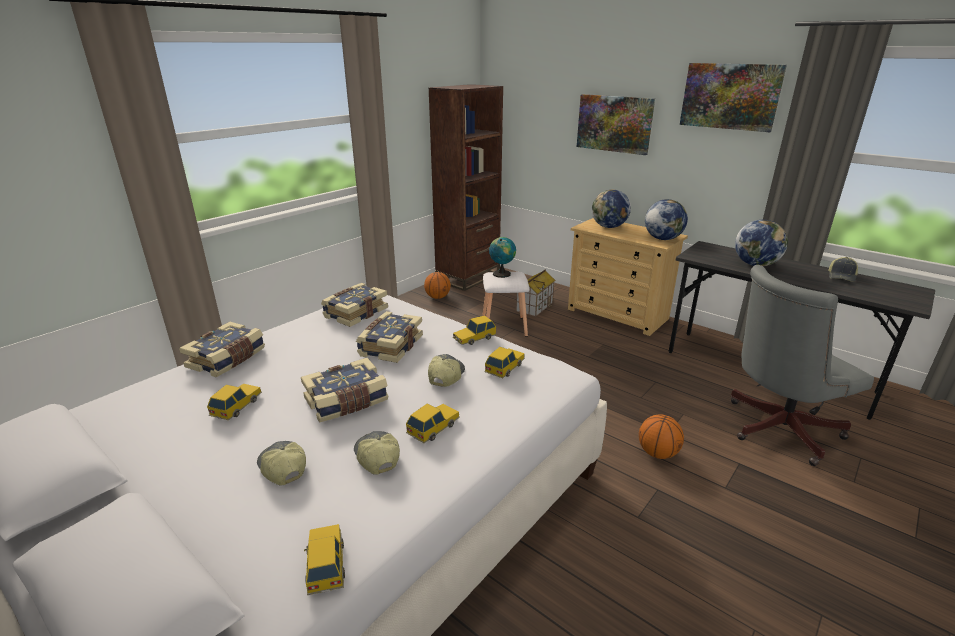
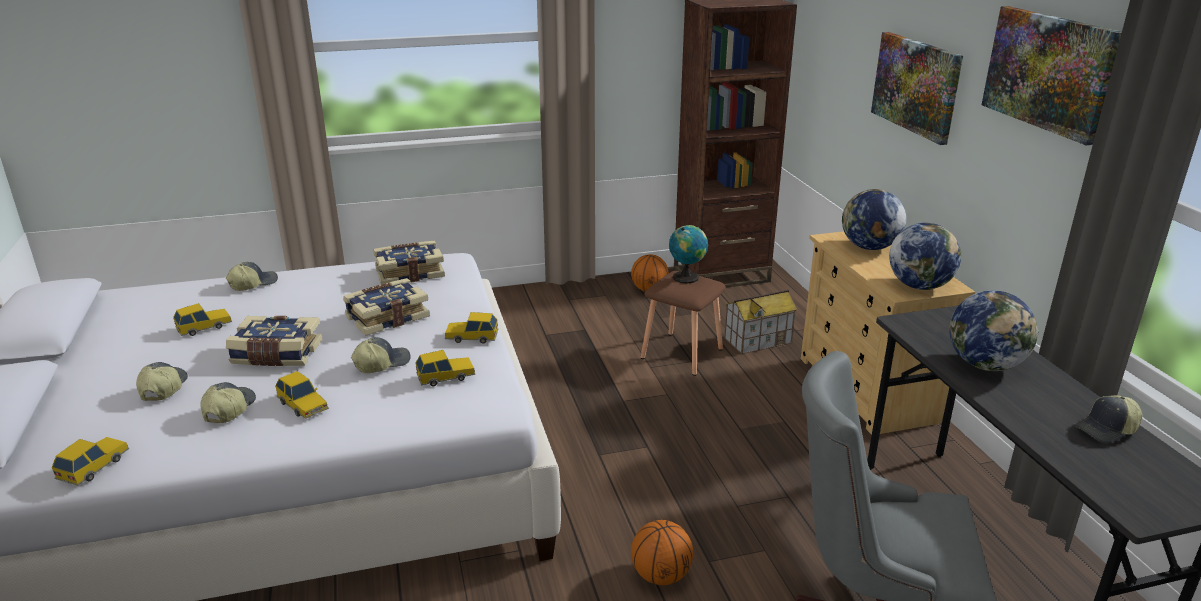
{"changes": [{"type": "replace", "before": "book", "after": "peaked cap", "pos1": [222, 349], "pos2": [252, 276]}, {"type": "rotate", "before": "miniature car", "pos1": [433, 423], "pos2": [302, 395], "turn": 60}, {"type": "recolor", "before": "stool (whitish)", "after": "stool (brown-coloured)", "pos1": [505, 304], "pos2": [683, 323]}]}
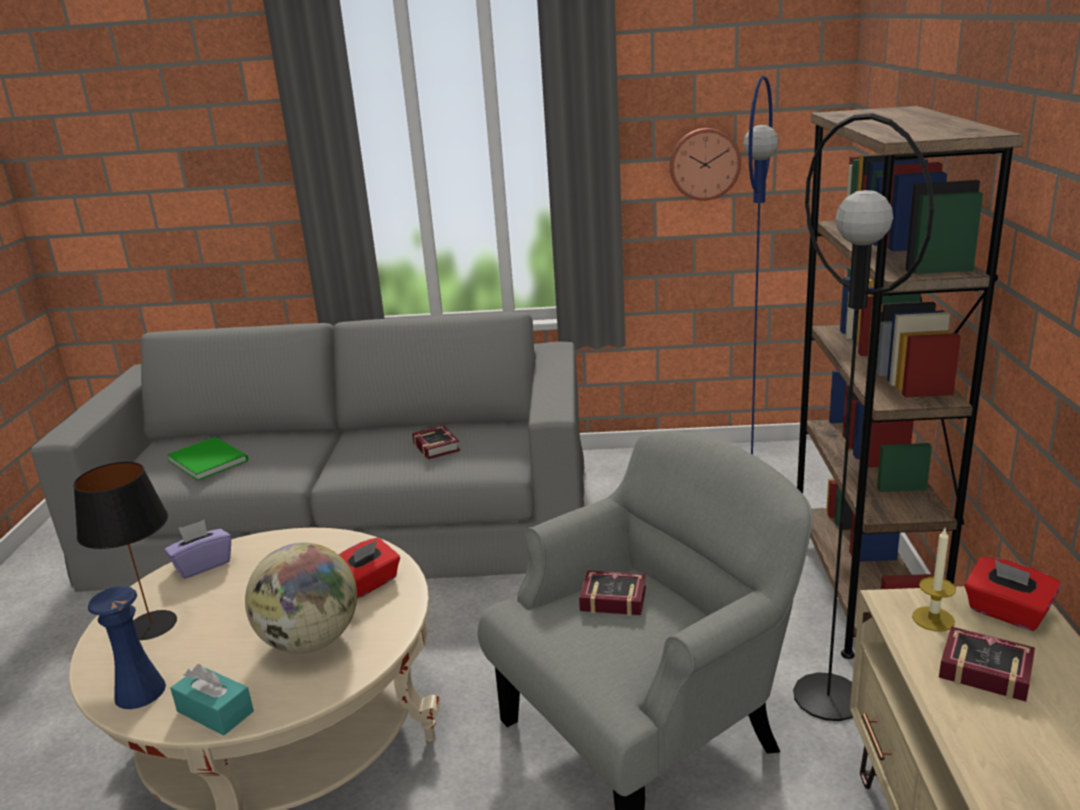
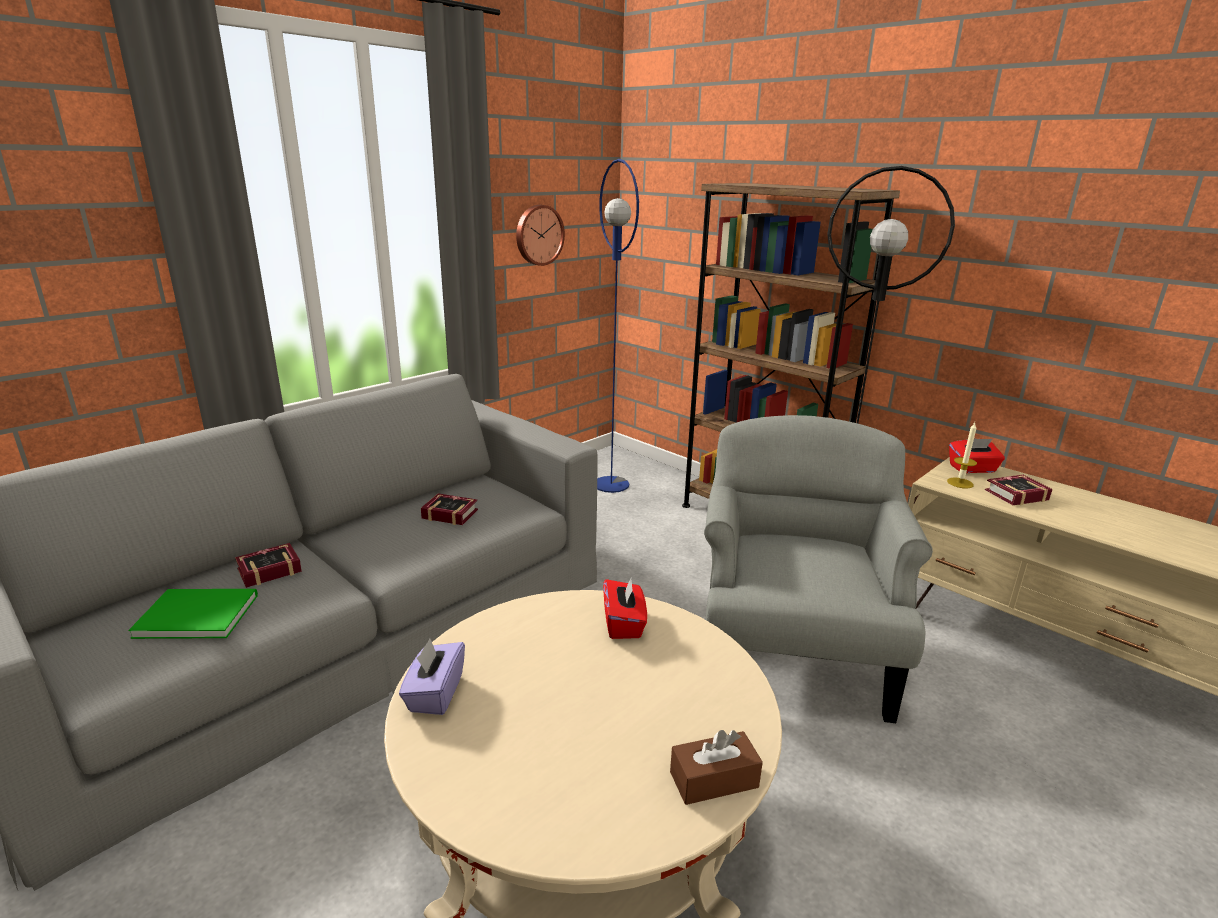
{"changes": [{"type": "move", "before": "book", "pos1": [612, 593], "pos2": [268, 565]}, {"type": "recolor", "before": "tissue holder (turquoise)", "after": "tissue holder (brown-coloured)", "pos1": [212, 699], "pos2": [716, 767]}, {"type": "delete", "before": "table lamp (black)", "pos1": [125, 551]}, {"type": "delete", "before": "vase (bluish)", "pos1": [127, 647]}, {"type": "delete", "before": "desk globe", "pos1": [301, 598]}]}
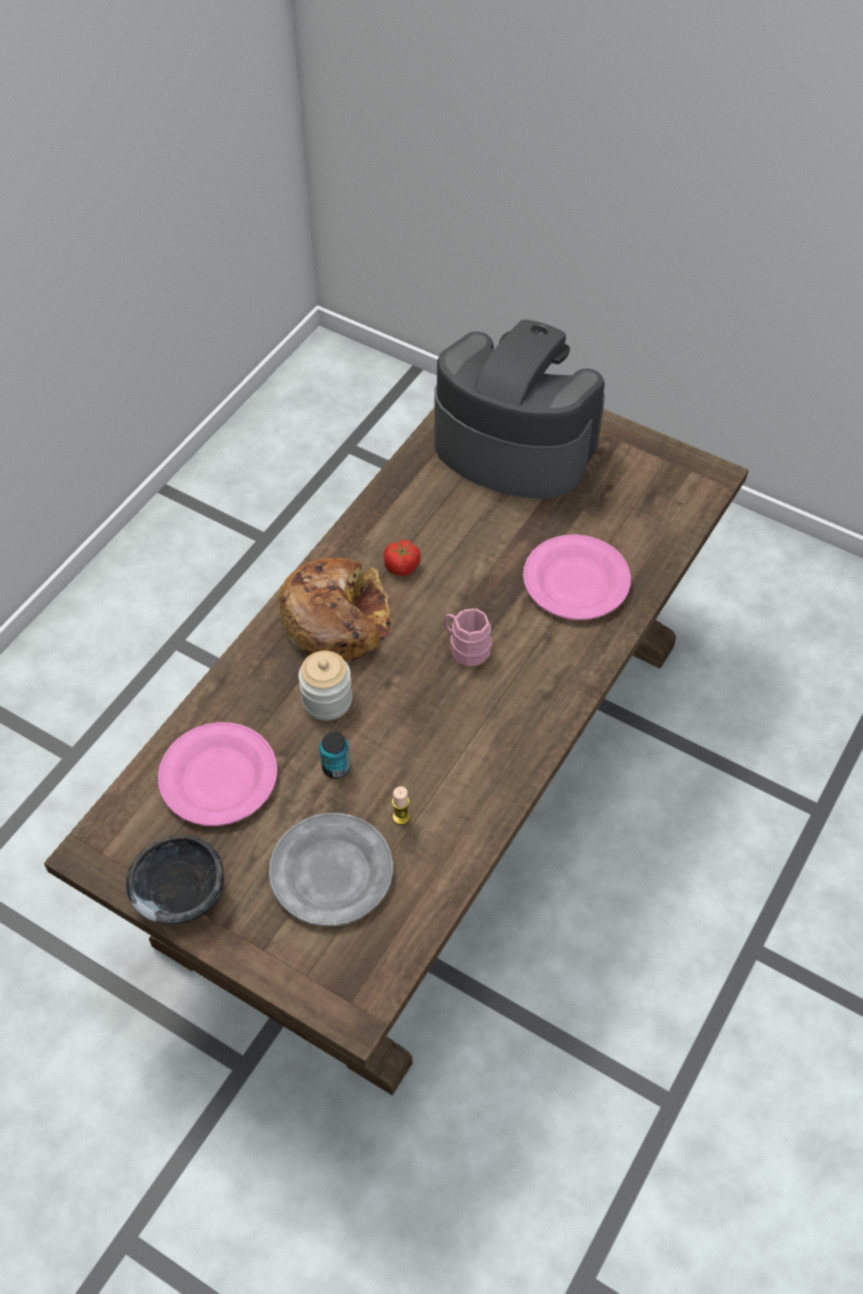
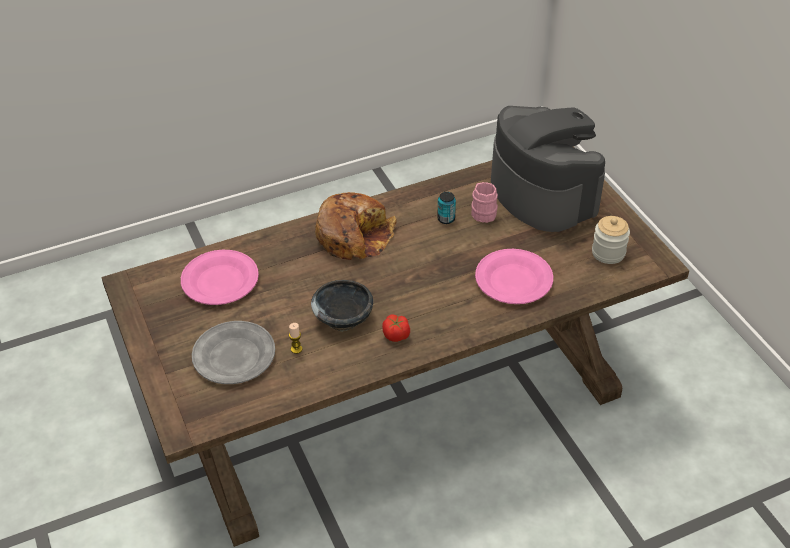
{"changes": [{"type": "move", "before": "serving bowl (black)", "pos1": [175, 880], "pos2": [342, 306]}, {"type": "move", "before": "tomato", "pos1": [402, 558], "pos2": [396, 328]}, {"type": "move", "before": "sealed can", "pos1": [335, 755], "pos2": [446, 208]}, {"type": "move", "before": "tea mug (pink-coloured)", "pos1": [468, 637], "pos2": [484, 202]}, {"type": "move", "before": "storage jar", "pos1": [325, 686], "pos2": [611, 240]}]}
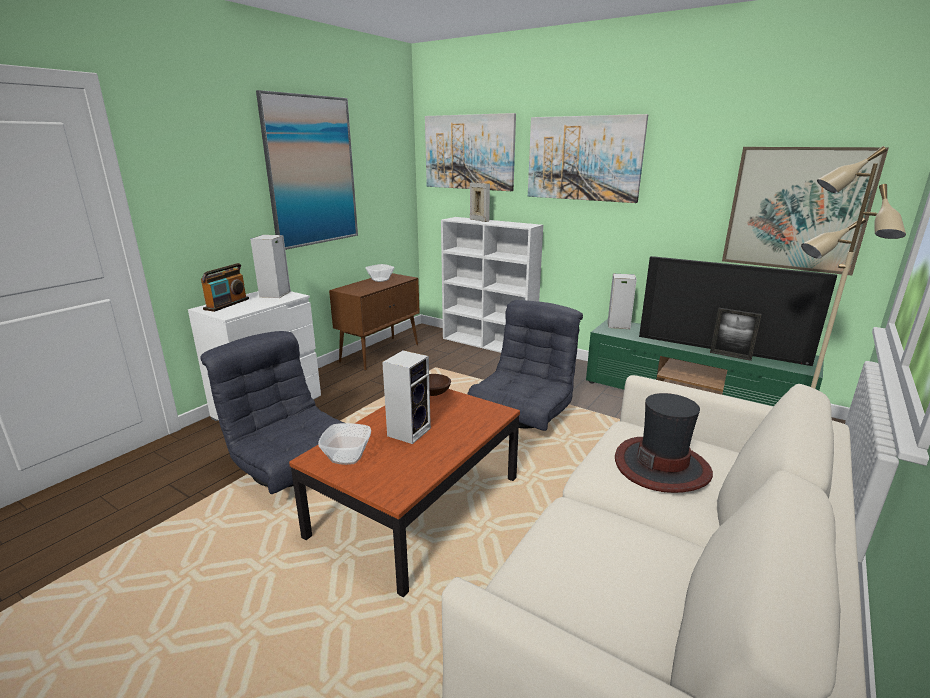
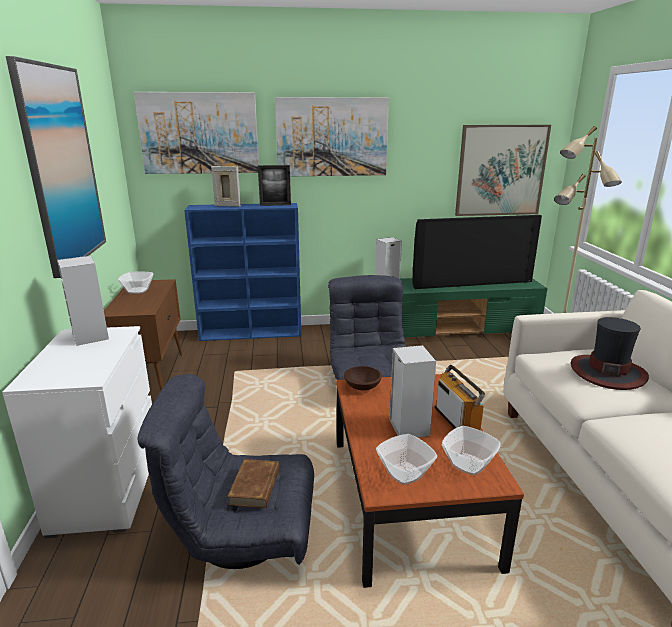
{"changes": [{"type": "recolor", "before": "shelving unit (whitish)", "after": "shelving unit (bluish)", "pos1": [492, 285], "pos2": [242, 272]}, {"type": "insert", "after": "book (brown-coloured)", "pos2": [253, 483]}, {"type": "move", "before": "standing frame", "pos1": [736, 334], "pos2": [274, 185]}, {"type": "move", "before": "radio", "pos1": [225, 287], "pos2": [460, 398]}, {"type": "insert", "after": "serving bowl", "pos2": [471, 450]}]}
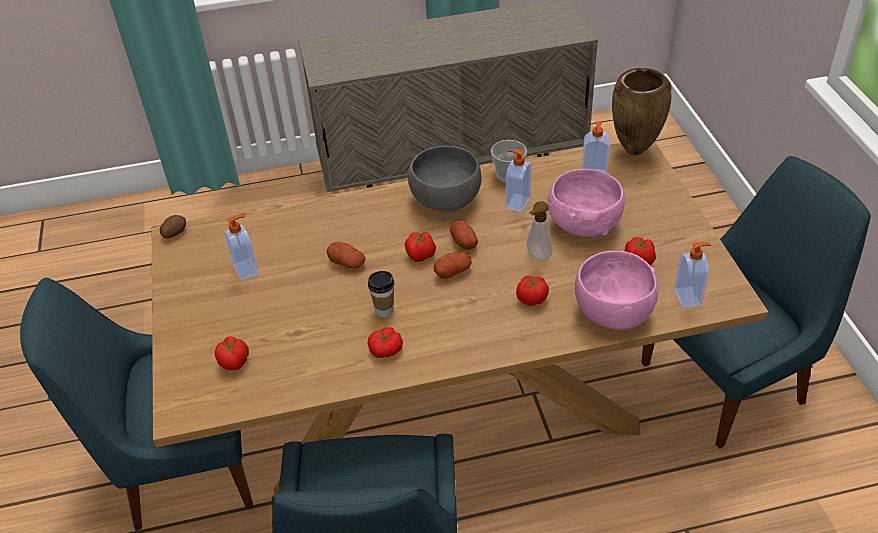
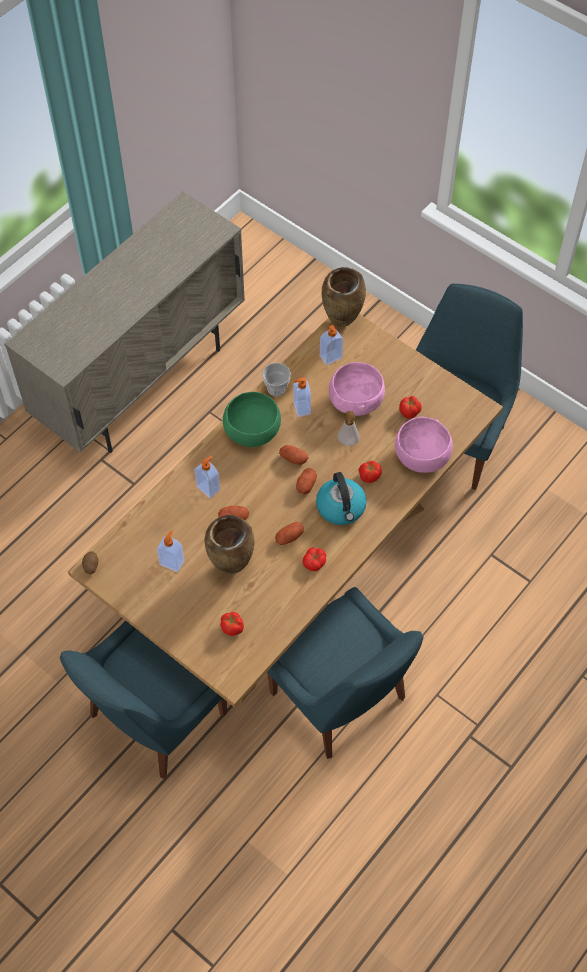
{"changes": [{"type": "move", "before": "soap bottle", "pos1": [692, 275], "pos2": [207, 477]}, {"type": "insert", "after": "vase (brown-coloured)", "pos2": [229, 544]}, {"type": "recolor", "before": "serving bowl (grey)", "after": "serving bowl (green)", "pos1": [445, 179], "pos2": [252, 419]}, {"type": "replace", "before": "cup", "after": "spud", "pos1": [381, 294], "pos2": [289, 533]}, {"type": "insert", "after": "water kettle", "pos2": [341, 498]}, {"type": "delete", "before": "tomato", "pos1": [420, 247]}]}
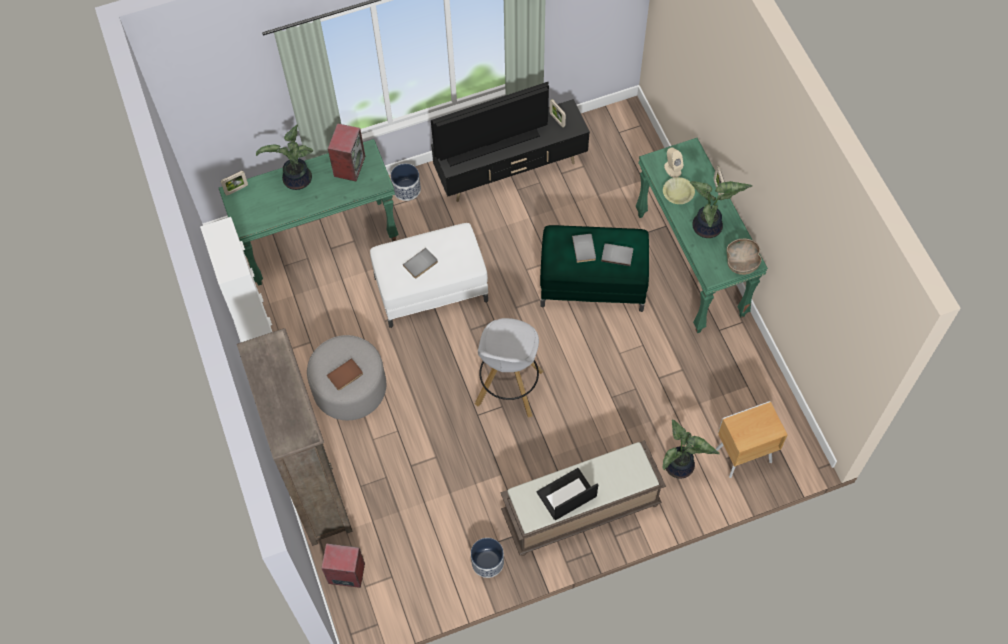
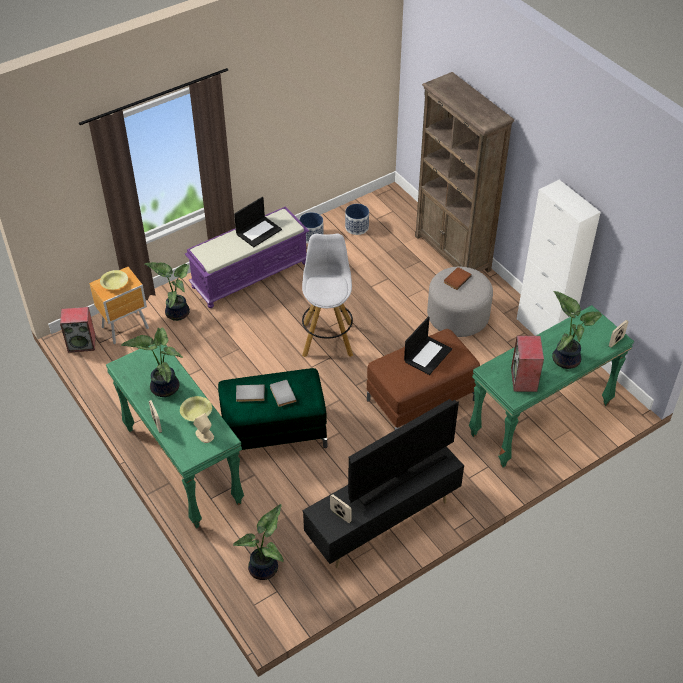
{"changes": [{"type": "move", "before": "speaker", "pos1": [343, 566], "pos2": [78, 330]}, {"type": "insert", "after": "serving bowl (yellowish)", "pos2": [114, 280]}, {"type": "recolor", "before": "bench (brown-coloured)", "after": "bench (purple-coloured)", "pos1": [583, 498], "pos2": [247, 257]}, {"type": "insert", "after": "houseplant", "pos2": [258, 542]}, {"type": "move", "before": "plant pot", "pos1": [406, 182], "pos2": [357, 219]}, {"type": "recolor", "before": "pouffe (whitish)", "after": "pouffe (brown-coloured)", "pos1": [429, 275], "pos2": [423, 379]}, {"type": "replace", "before": "book (grey)", "after": "laptop", "pos1": [420, 263], "pos2": [428, 345]}, {"type": "delete", "before": "serving bowl (brown-coloured)", "pos1": [744, 257]}]}
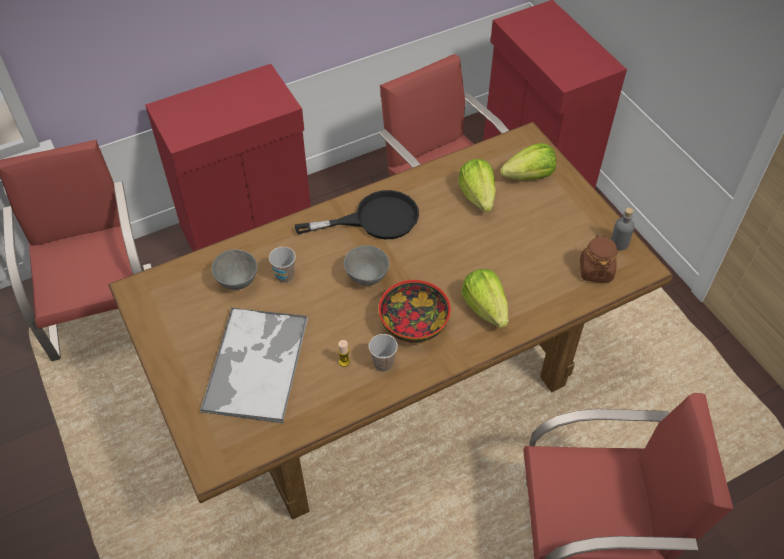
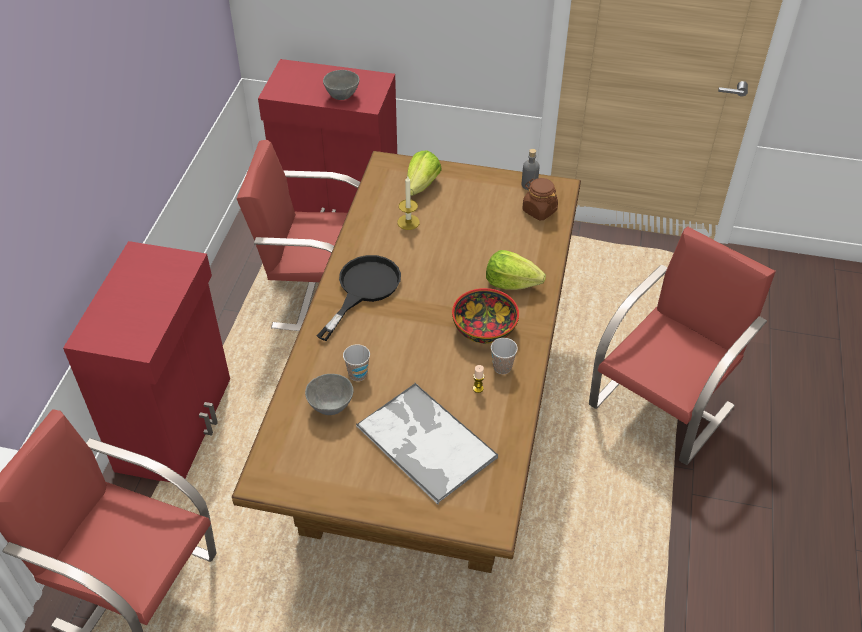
{"changes": [{"type": "move", "before": "serving bowl (grey)", "pos1": [367, 265], "pos2": [341, 85]}, {"type": "replace", "before": "lettuce head", "after": "candle", "pos1": [477, 185], "pos2": [408, 203]}]}
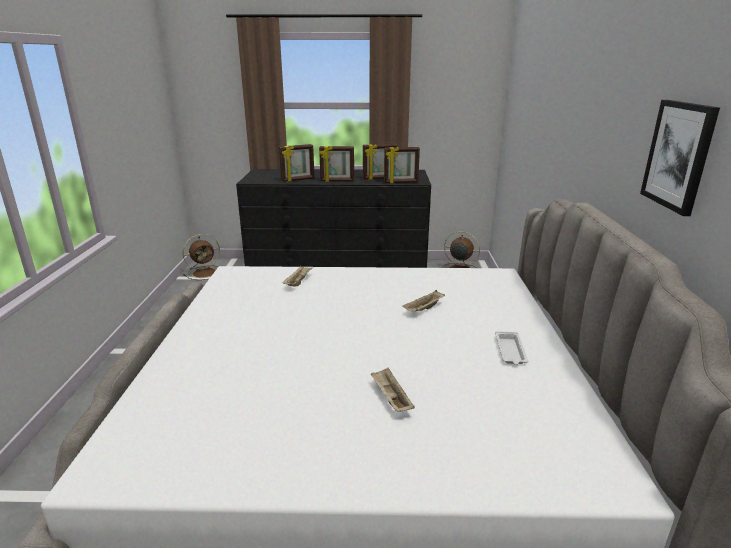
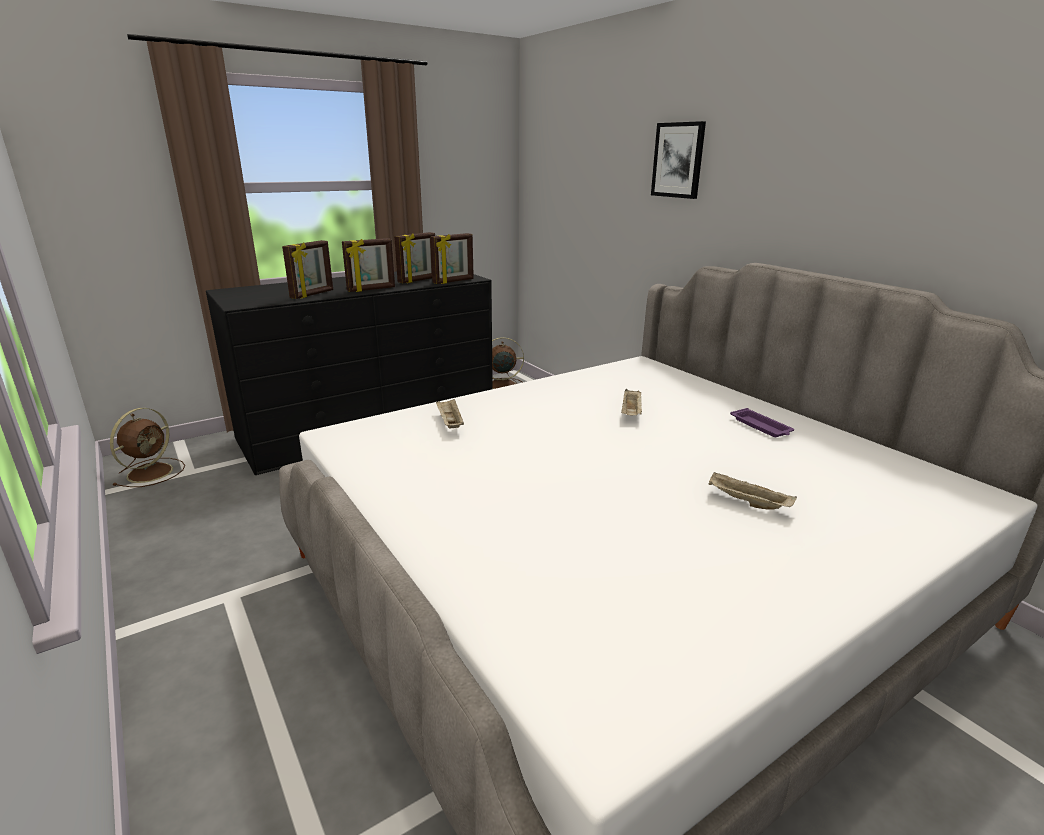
{"changes": [{"type": "move", "before": "picture", "pos1": [680, 158], "pos2": [678, 160]}, {"type": "recolor", "before": "serving tray (whitish)", "after": "serving tray (purple-coloured)", "pos1": [511, 348], "pos2": [762, 422]}]}
